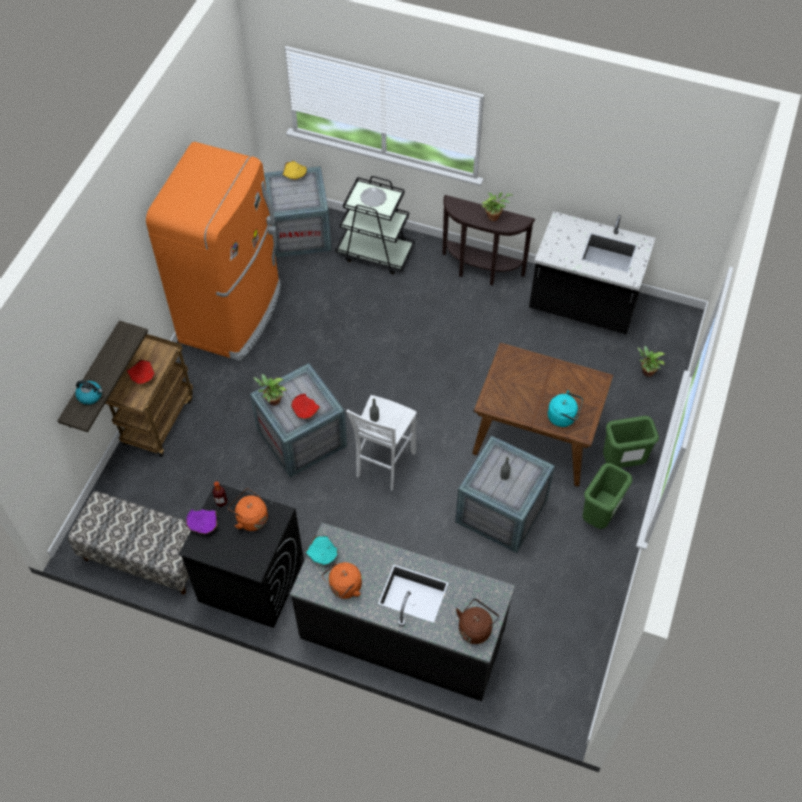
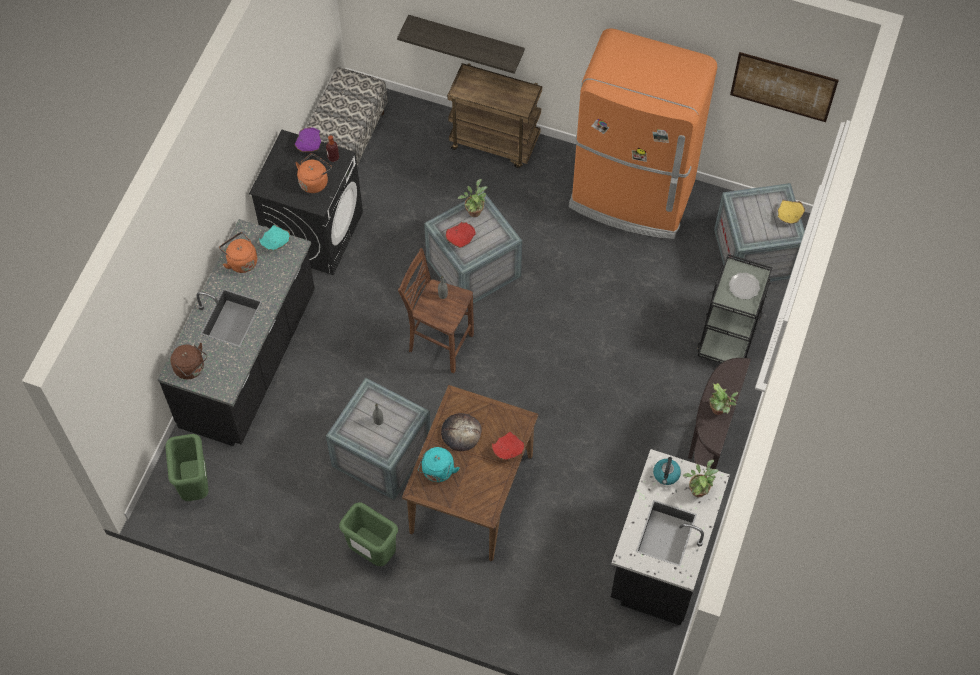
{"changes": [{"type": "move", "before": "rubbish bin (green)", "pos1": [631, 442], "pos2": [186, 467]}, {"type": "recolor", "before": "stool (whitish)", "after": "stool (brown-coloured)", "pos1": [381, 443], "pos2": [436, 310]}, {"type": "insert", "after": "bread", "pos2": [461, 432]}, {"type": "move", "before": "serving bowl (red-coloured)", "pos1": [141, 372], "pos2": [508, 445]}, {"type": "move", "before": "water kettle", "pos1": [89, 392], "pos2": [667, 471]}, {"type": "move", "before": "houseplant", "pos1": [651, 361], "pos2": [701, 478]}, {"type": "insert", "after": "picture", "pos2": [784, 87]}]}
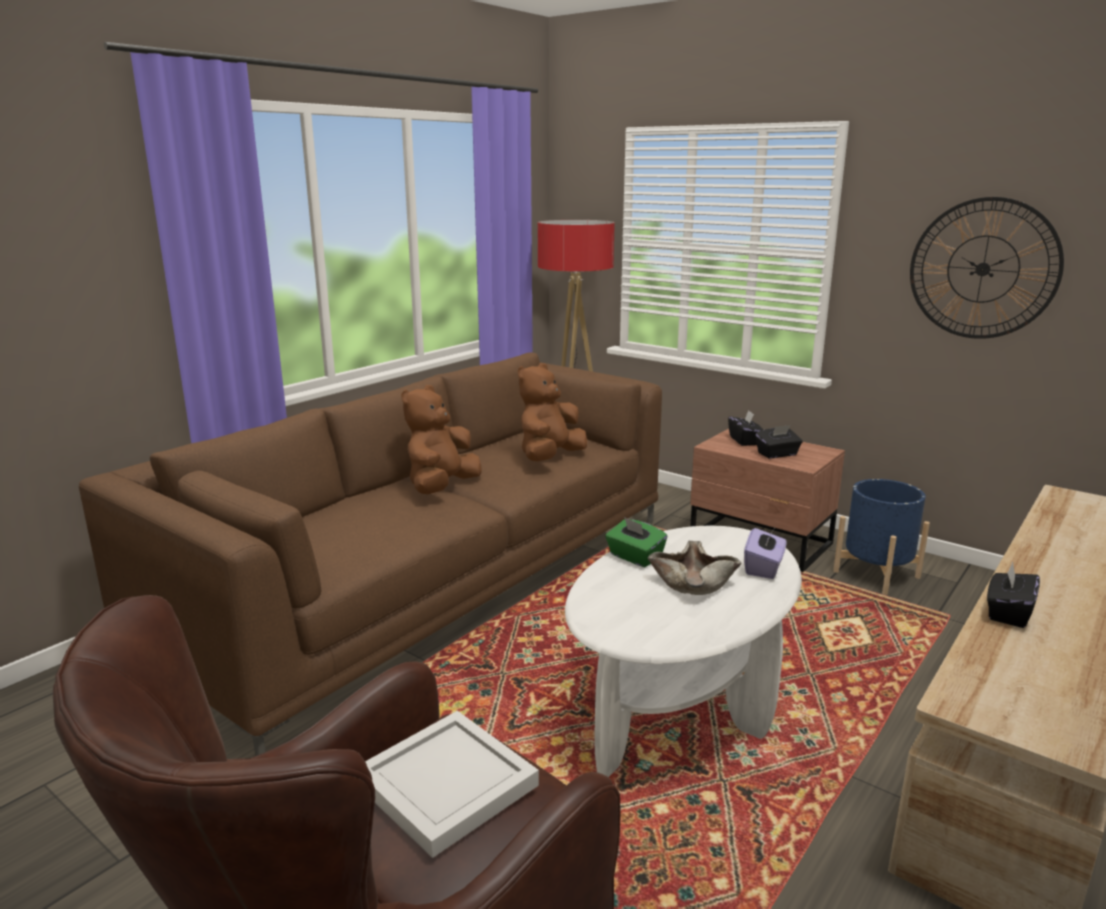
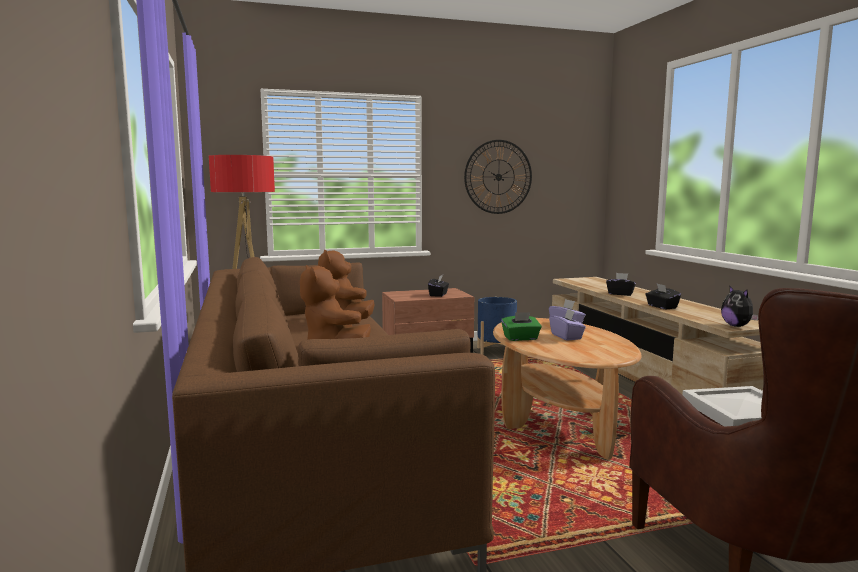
{"changes": [{"type": "recolor", "before": "low table (whitish)", "after": "low table (brown-coloured)", "pos1": [683, 651], "pos2": [567, 389]}, {"type": "replace", "before": "serving bowl (beige)", "after": "tissue holder (purple-coloured)", "pos1": [694, 567], "pos2": [567, 325]}, {"type": "move", "before": "tissue holder (black)", "pos1": [746, 428], "pos2": [621, 284]}, {"type": "insert", "after": "plush toy", "pos2": [739, 306]}]}
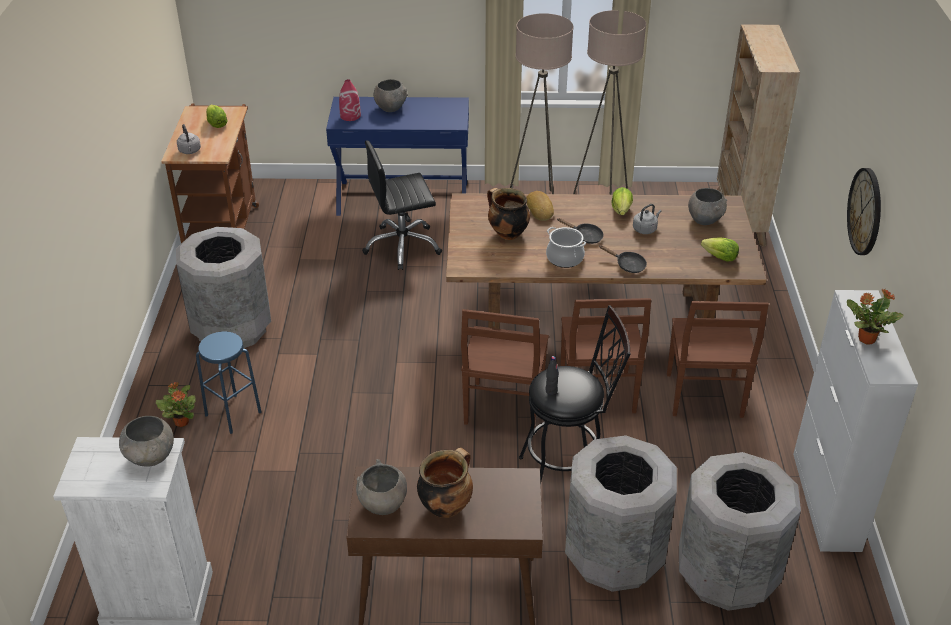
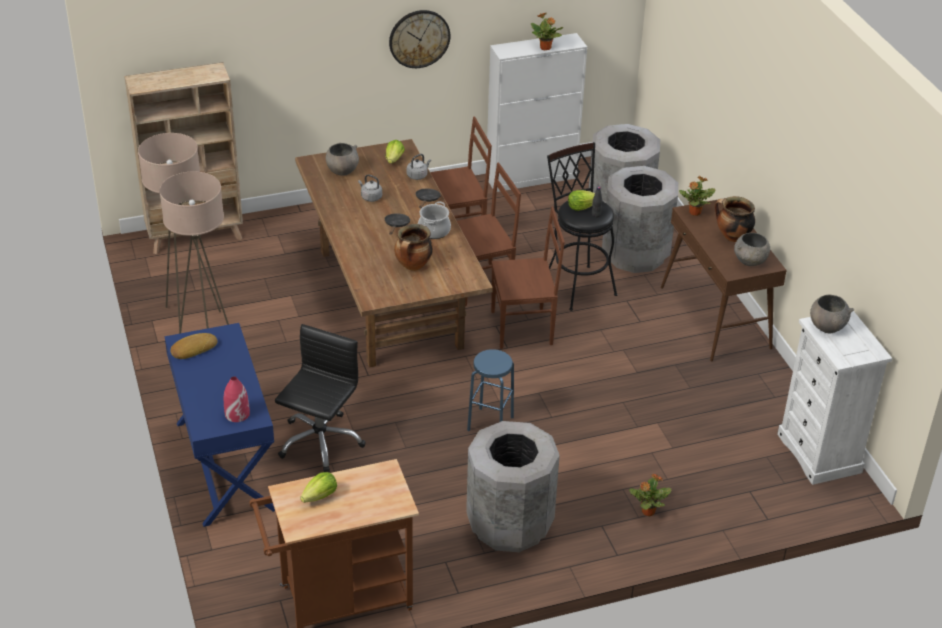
{"changes": [{"type": "move", "before": "bread", "pos1": [540, 206], "pos2": [194, 346]}, {"type": "rotate", "before": "office chair (black)", "pos1": [402, 205], "pos2": [320, 398], "turn": -120}, {"type": "move", "before": "water kettle (grey)", "pos1": [189, 139], "pos2": [419, 167]}, {"type": "move", "before": "stool (bluish)", "pos1": [228, 382], "pos2": [490, 390]}, {"type": "move", "before": "lettuce head", "pos1": [622, 201], "pos2": [581, 200]}, {"type": "insert", "after": "houseplant", "pos2": [697, 196]}, {"type": "delete", "before": "serving bowl (grey)", "pos1": [391, 95]}]}
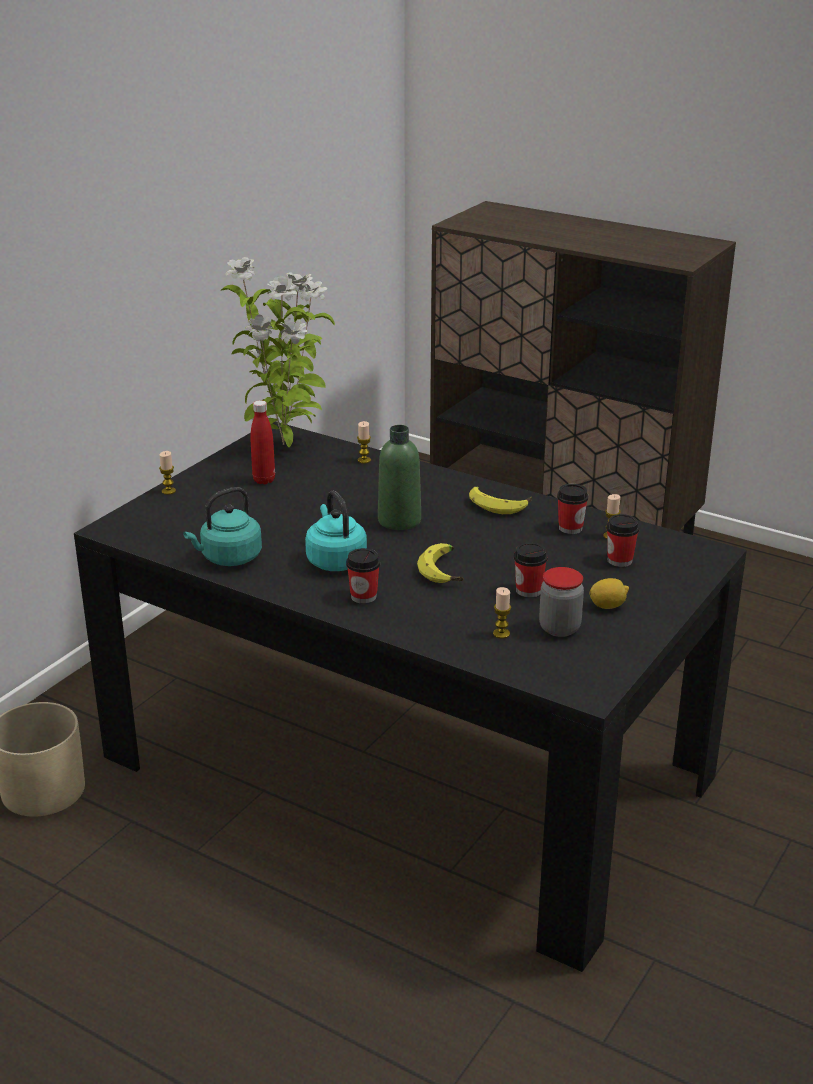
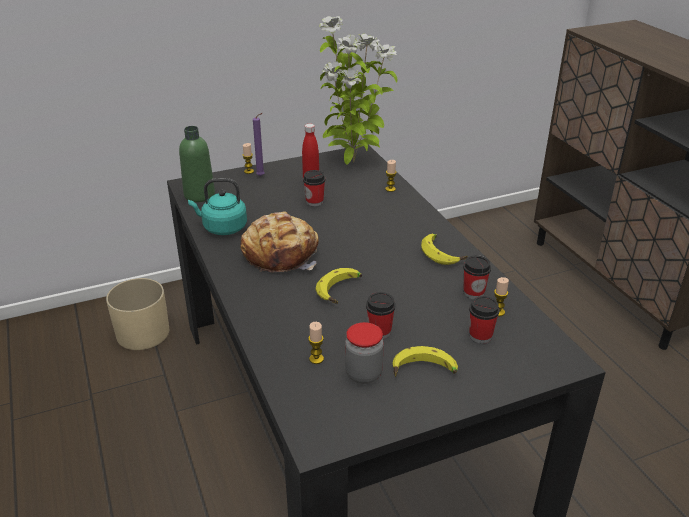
{"changes": [{"type": "move", "before": "drink bottle (green)", "pos1": [399, 477], "pos2": [197, 164]}, {"type": "replace", "before": "water kettle (turquoise)", "after": "bread", "pos1": [336, 530], "pos2": [280, 241]}, {"type": "insert", "after": "candle (purple-coloured)", "pos2": [259, 144]}, {"type": "move", "before": "cup", "pos1": [363, 576], "pos2": [314, 188]}, {"type": "replace", "before": "citrus fruit", "after": "banana fruit", "pos1": [609, 593], "pos2": [425, 361]}]}
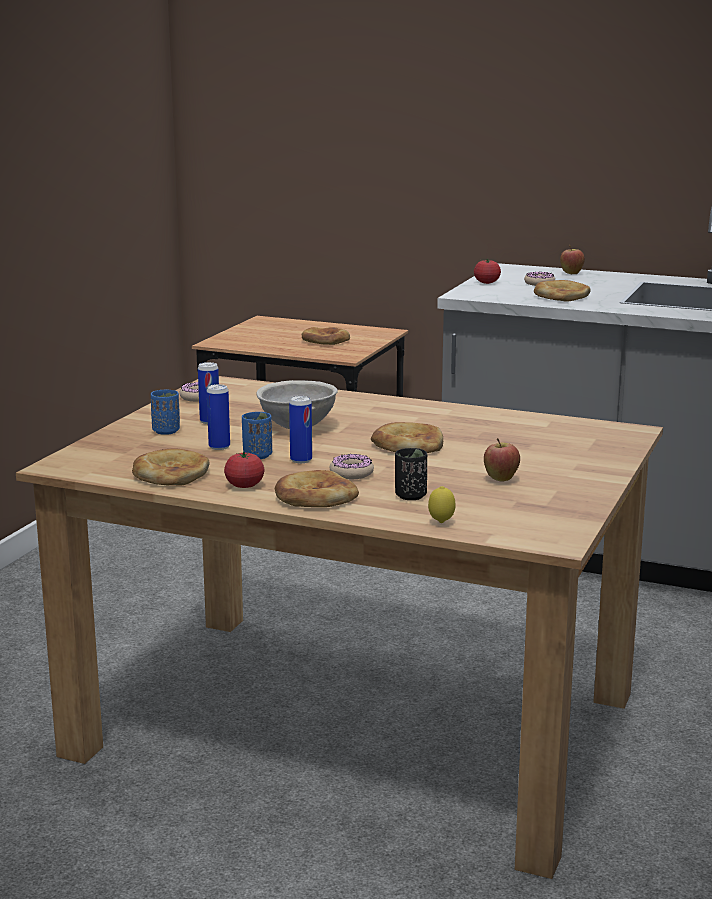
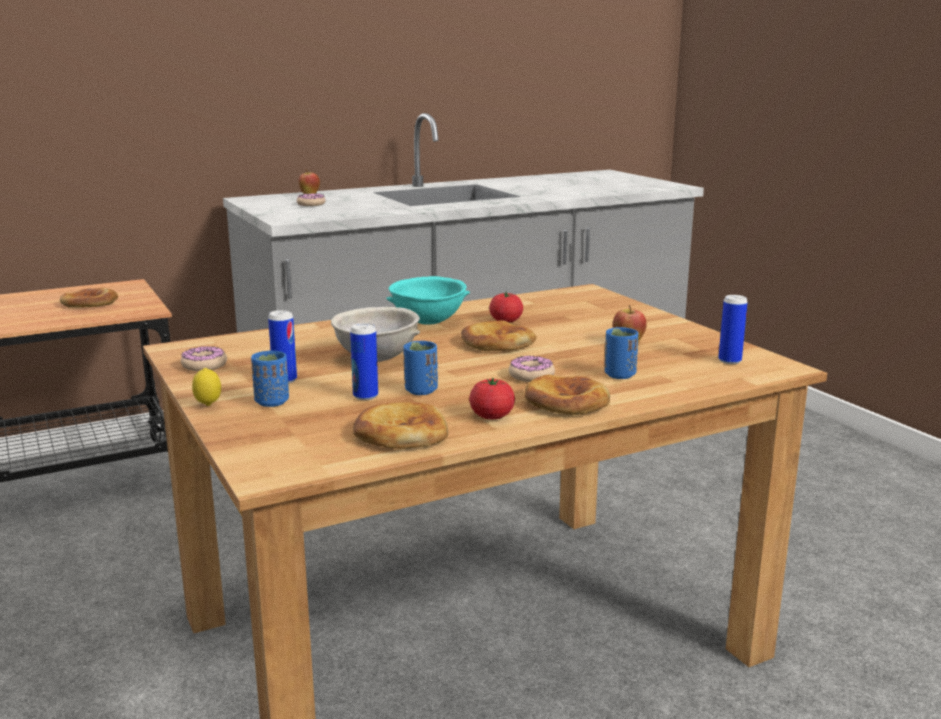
{"changes": [{"type": "move", "before": "citrus fruit", "pos1": [442, 504], "pos2": [206, 387]}, {"type": "insert", "after": "serving bowl (turquoise)", "pos2": [428, 300]}, {"type": "move", "before": "tomato", "pos1": [487, 271], "pos2": [506, 307]}, {"type": "recolor", "before": "cup (black)", "after": "cup (bluish)", "pos1": [411, 474], "pos2": [621, 353]}, {"type": "move", "before": "sealed can", "pos1": [300, 429], "pos2": [733, 329]}, {"type": "delete", "before": "bread", "pos1": [562, 291]}]}
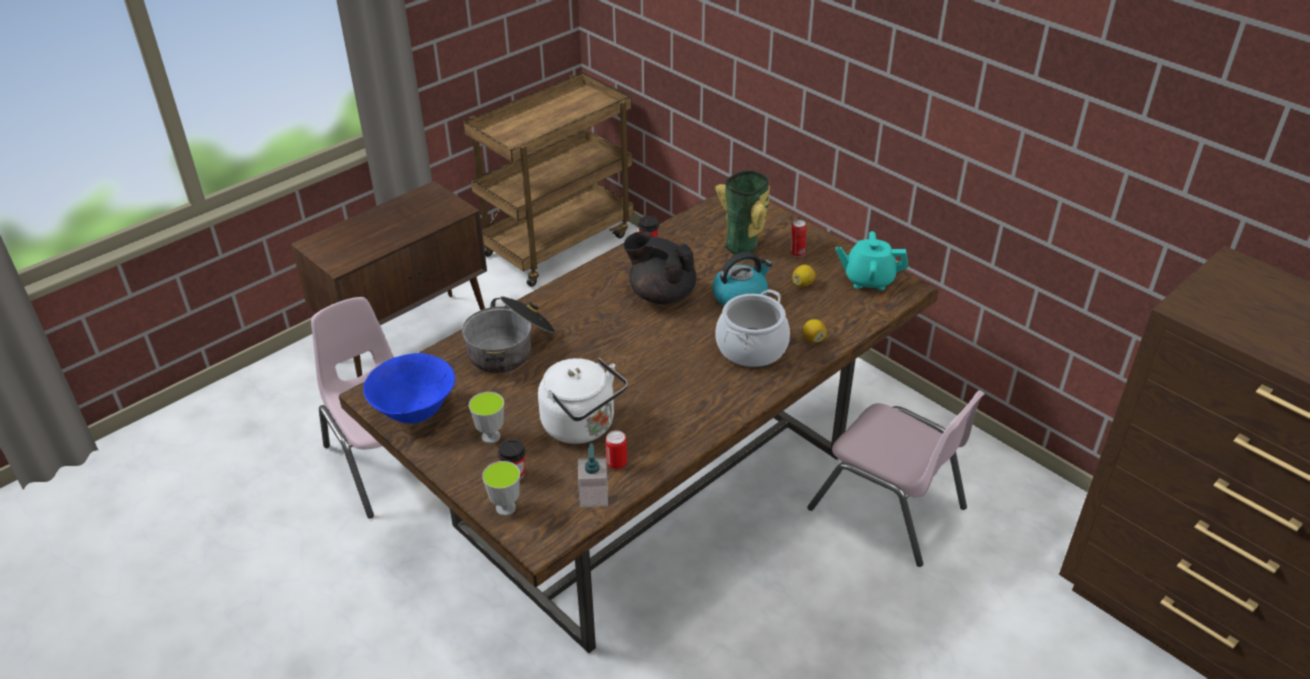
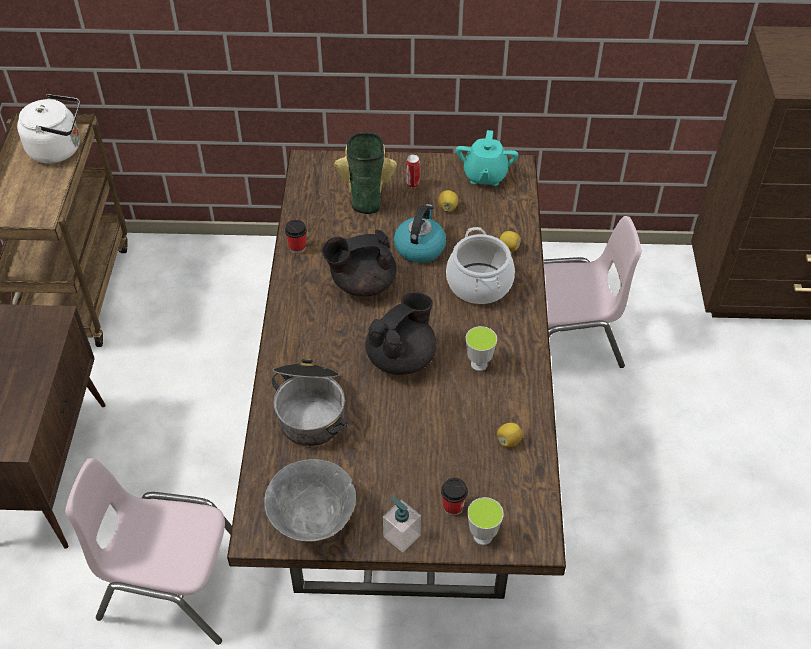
{"changes": [{"type": "move", "before": "water kettle (whitish)", "pos1": [583, 401], "pos2": [48, 128]}, {"type": "recolor", "before": "serving bowl (bluish)", "after": "serving bowl (grey)", "pos1": [409, 388], "pos2": [310, 500]}, {"type": "insert", "after": "tea pot (black)", "pos2": [401, 333]}, {"type": "move", "before": "soap bottle", "pos1": [593, 475], "pos2": [402, 525]}, {"type": "rotate", "before": "tea pot (turquoise)", "pos1": [872, 260], "pos2": [487, 158], "turn": -45}, {"type": "move", "before": "cup", "pos1": [486, 417], "pos2": [481, 348]}, {"type": "replace", "before": "sealed can", "after": "citrus fruit", "pos1": [616, 450], "pos2": [510, 435]}]}
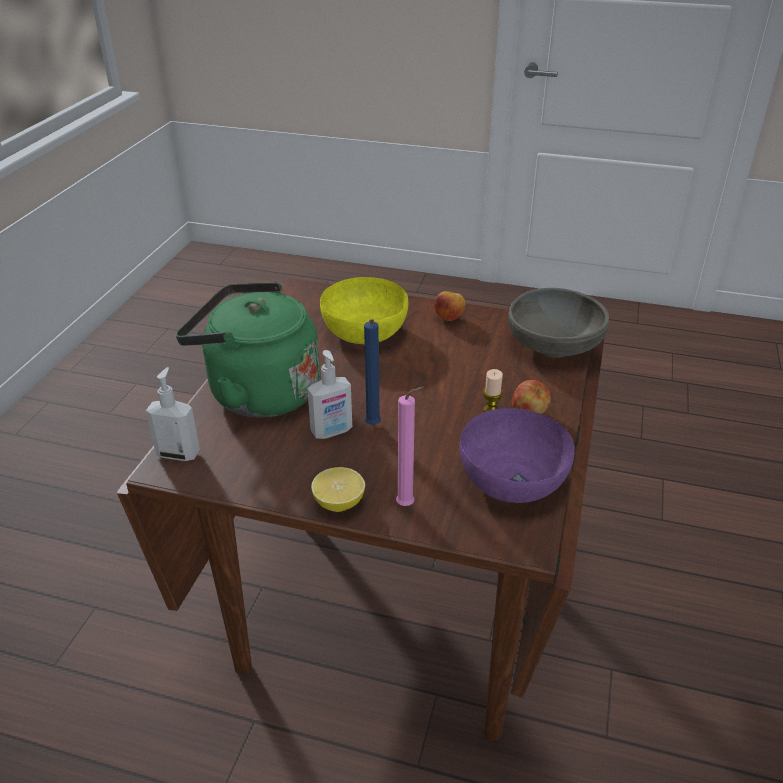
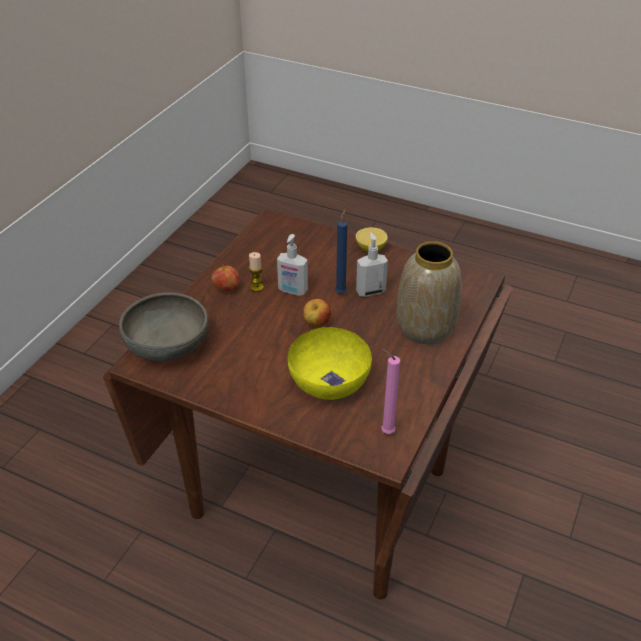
{"changes": [{"type": "move", "before": "soap bottle", "pos1": [173, 414], "pos2": [292, 265]}, {"type": "move", "before": "apple fruit", "pos1": [450, 306], "pos2": [317, 313]}, {"type": "move", "before": "candle (pink-coloured)", "pos1": [410, 446], "pos2": [390, 391]}, {"type": "replace", "before": "water kettle (green)", "after": "vase", "pos1": [248, 350], "pos2": [429, 292]}, {"type": "delete", "before": "serving bowl (purple-coloured)", "pos1": [517, 455]}]}
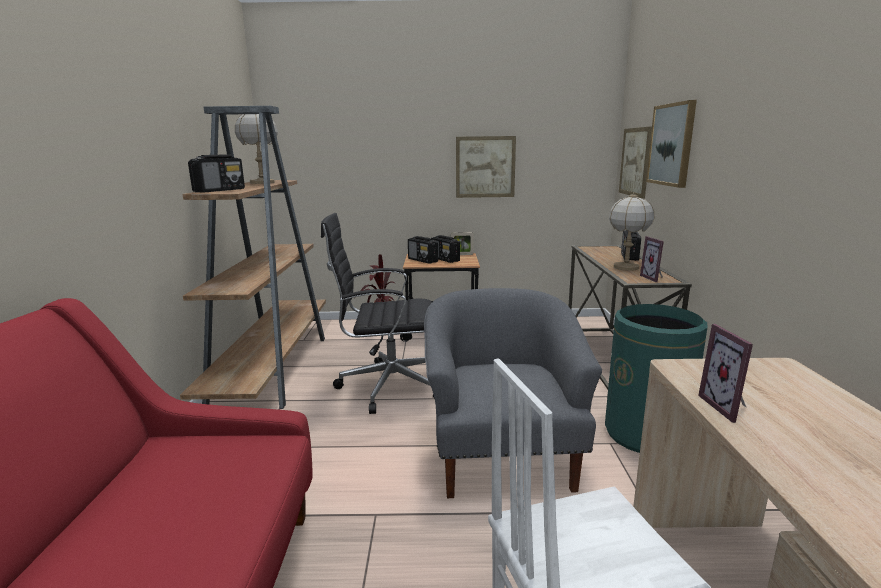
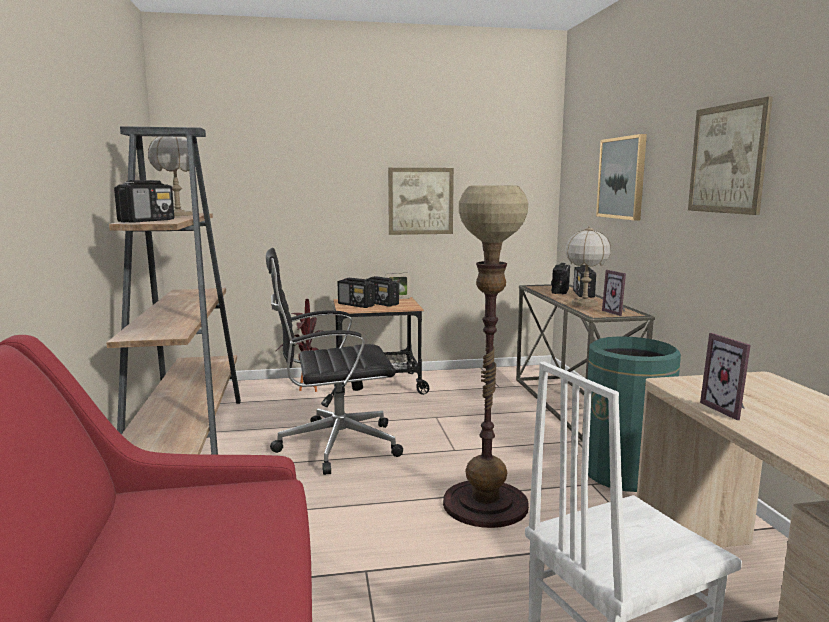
{"changes": [{"type": "replace", "before": "armchair (grey)", "after": "standard lamp", "pos1": [513, 393], "pos2": [486, 356]}, {"type": "insert", "after": "radio", "pos2": [560, 278]}, {"type": "move", "before": "picture", "pos1": [635, 163], "pos2": [730, 155]}]}
